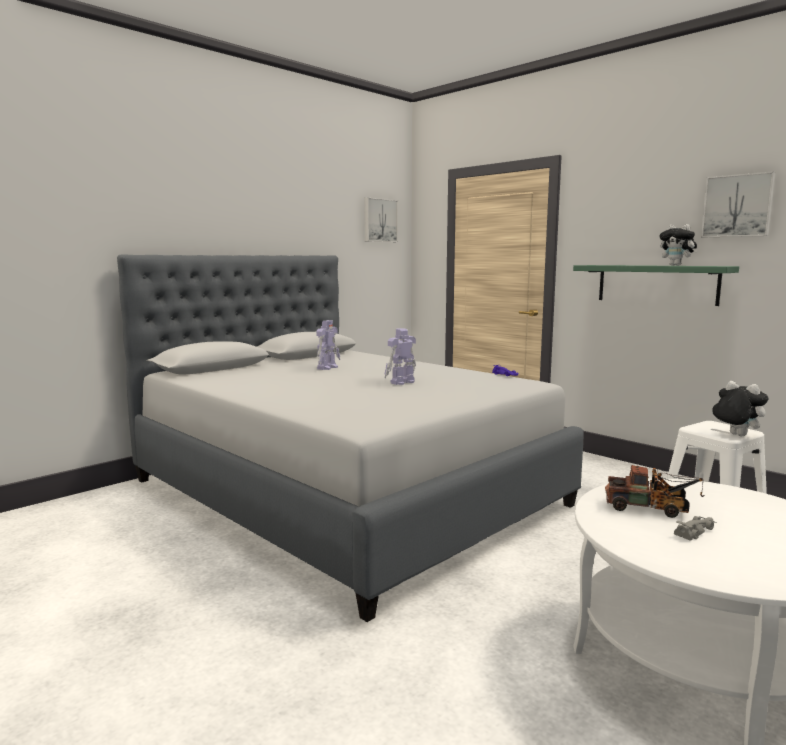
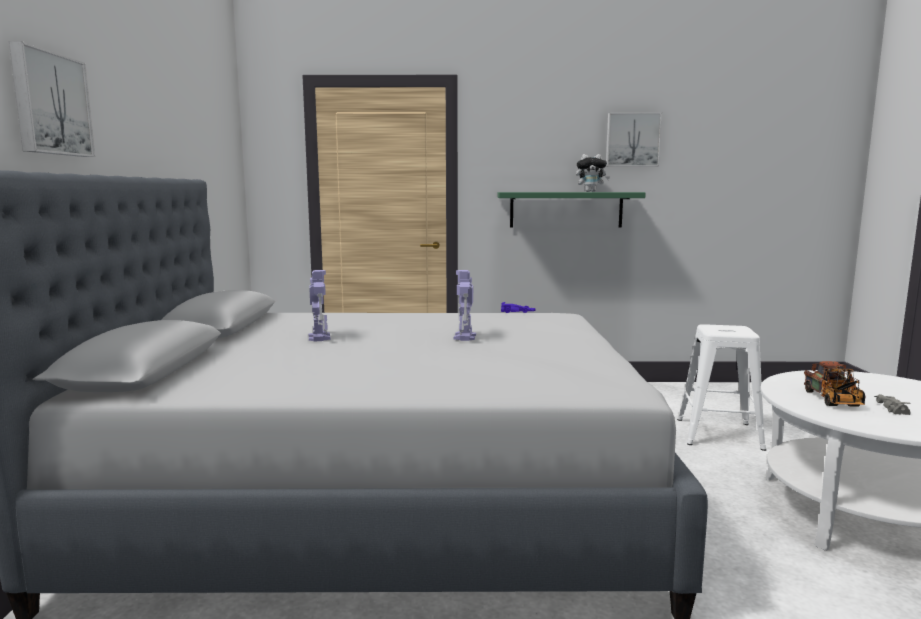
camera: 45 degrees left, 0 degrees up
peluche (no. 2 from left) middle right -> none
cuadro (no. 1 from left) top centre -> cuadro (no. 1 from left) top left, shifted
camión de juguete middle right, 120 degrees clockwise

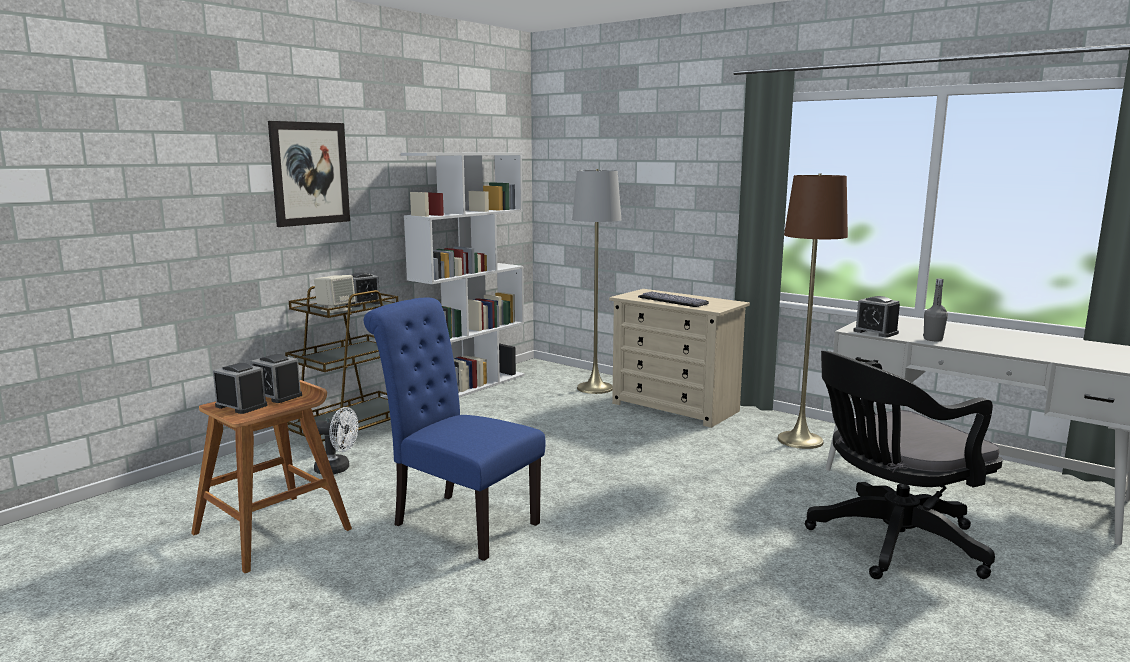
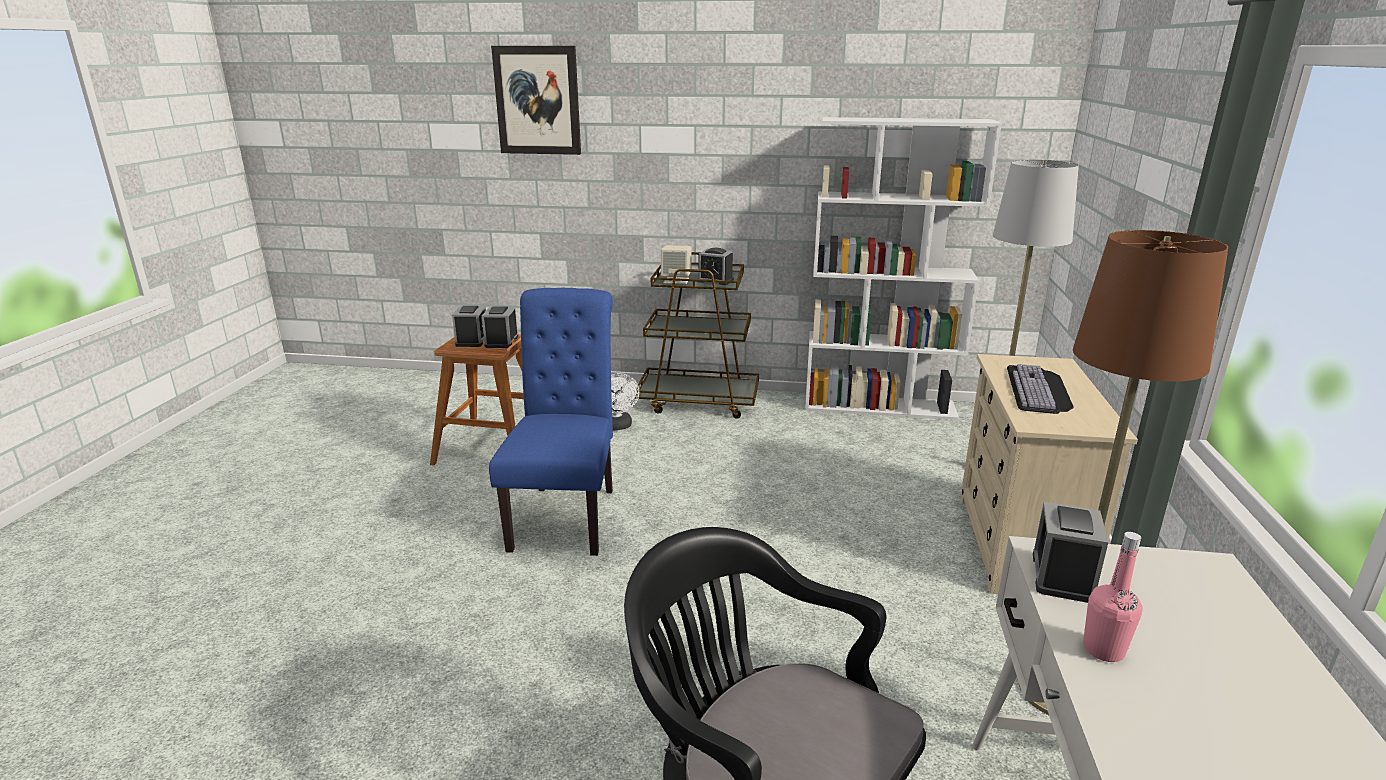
camera: 60 degrees right, 10 degrees up
cuadro top left -> cuadro top centre, shifted
botella [gris] middle right -> botella [rosa] bottom right

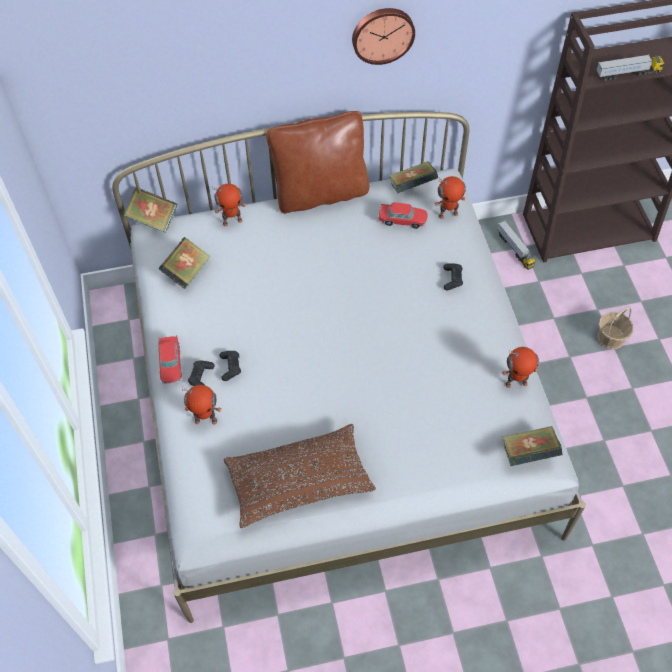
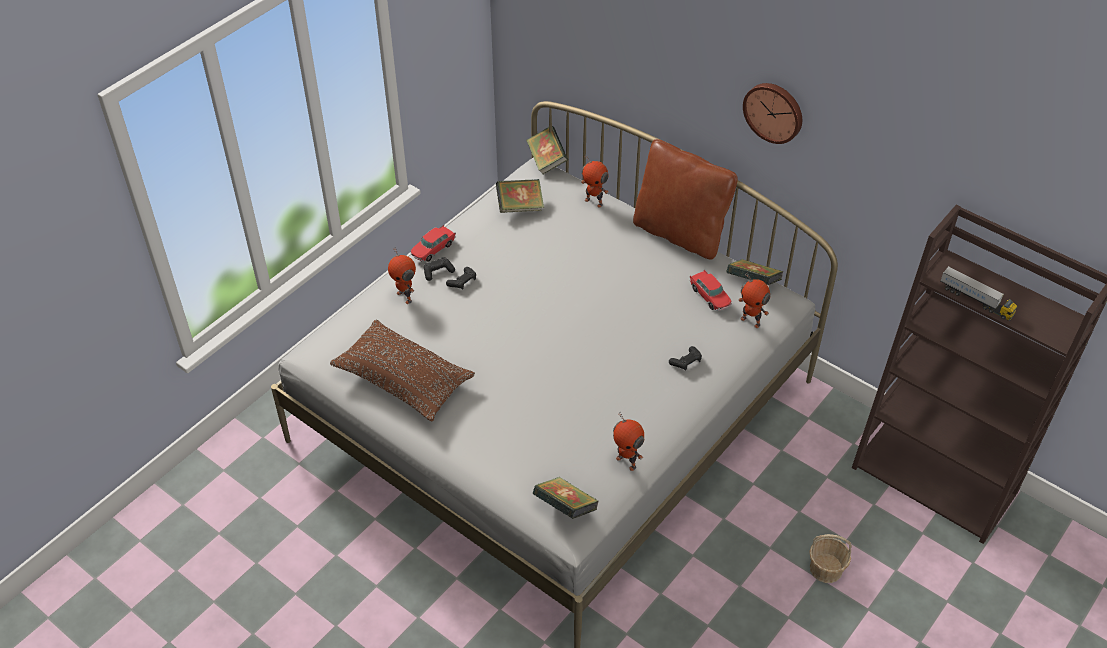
camera: 50 degrees right, 10 degrees down
camión de juguete (no. 1 from left) middle right -> none

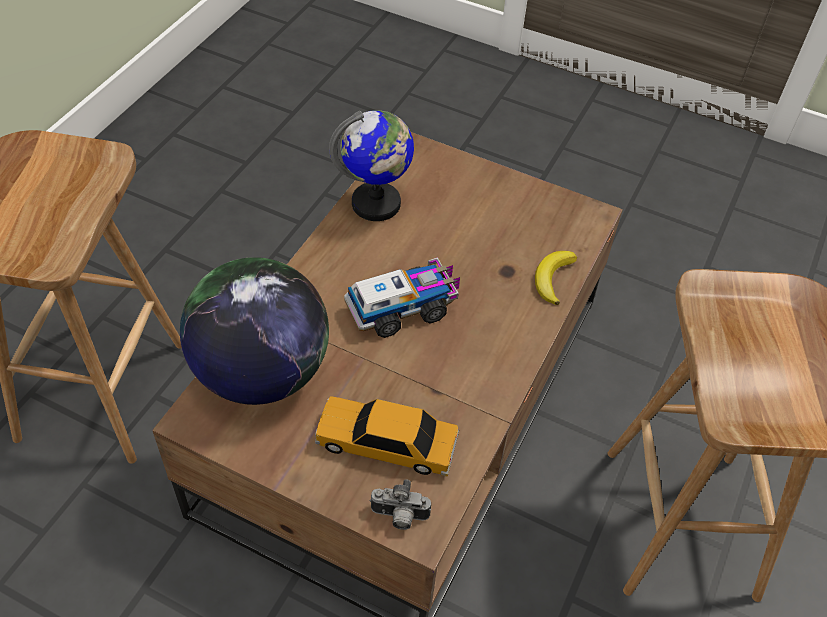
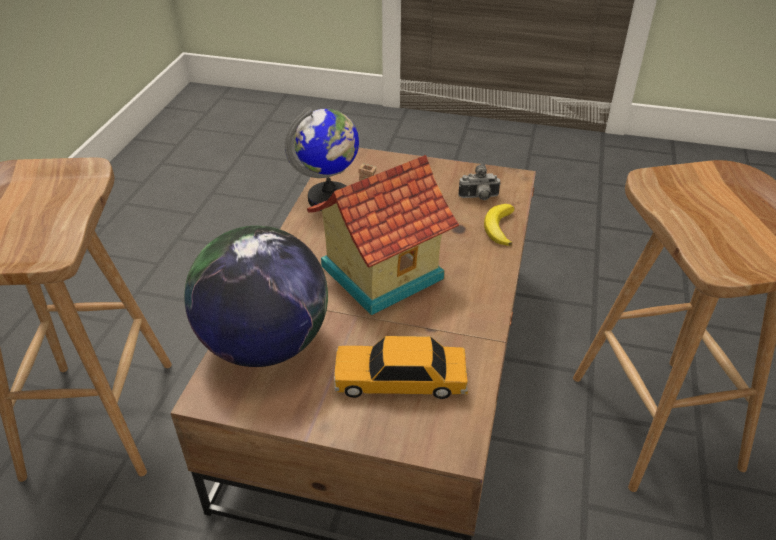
camera: 10 degrees left, 10 degrees down
cámara bottom centre -> cámara centre, shifted
camión de juguete centre -> casita centre

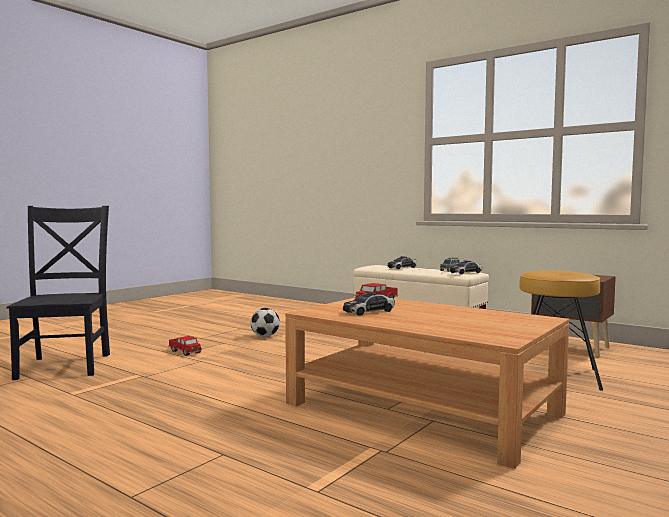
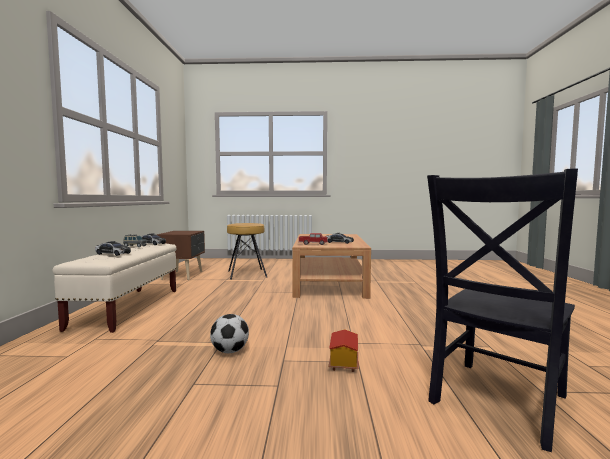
camera: 125 degrees left, 0 degrees up
camión de juguete (no. 1 from left) bottom left -> casita bottom centre

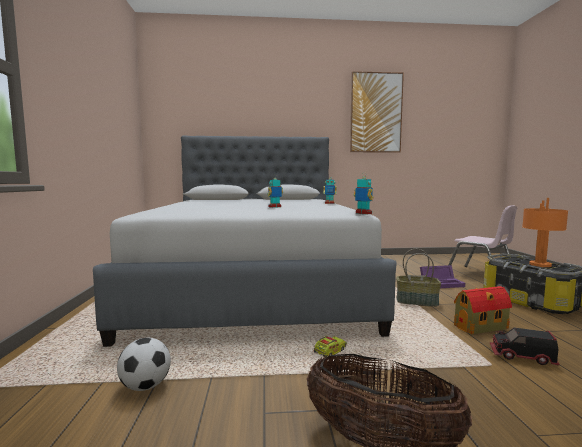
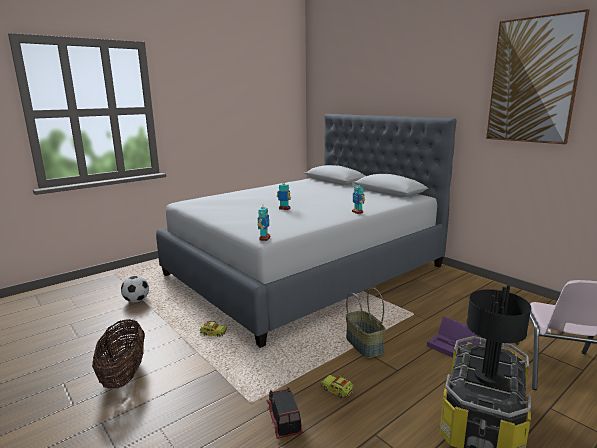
camera: 55 degrees right, 10 degrees up
casita bottom right -> camión de juguete (no. 3 from left) bottom centre
lámpara de mesa [naranja] middle right -> lámpara de mesa [negro] bottom right

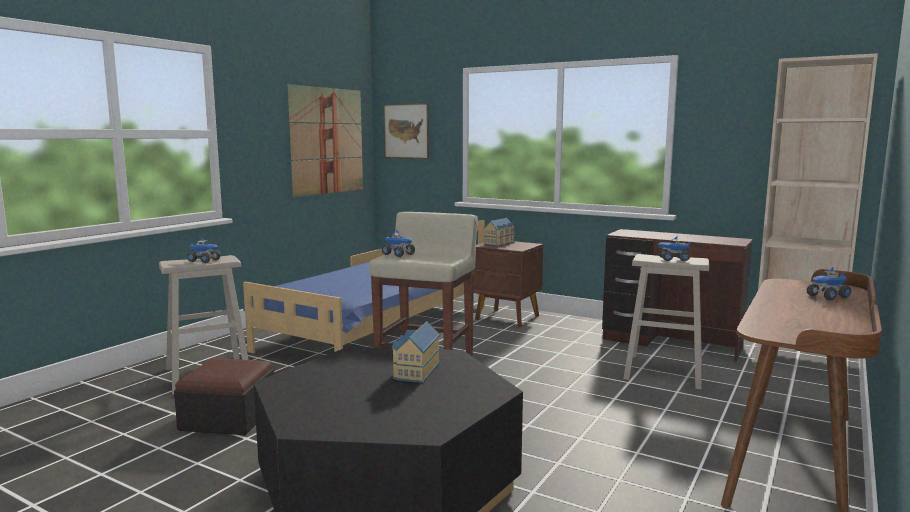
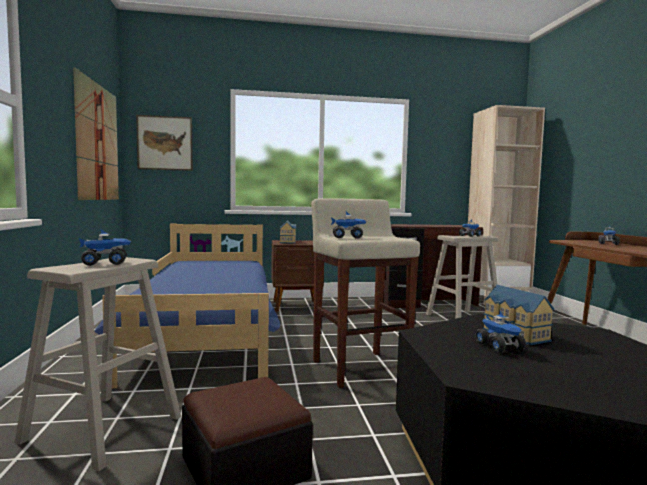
camera: 40 degrees left, 5 degrees down
none -> camión de juguete (no. 4 from left) bottom right

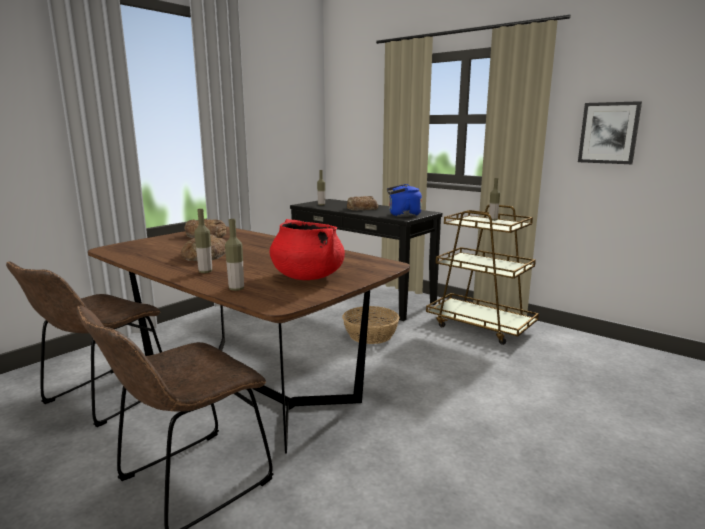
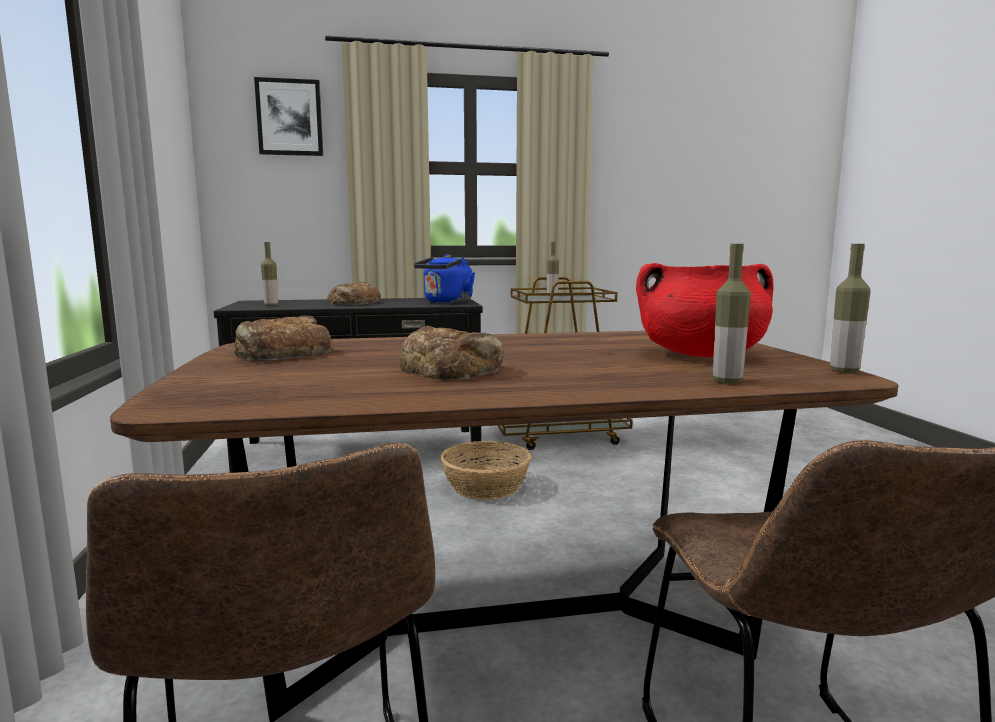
camera: 50 degrees left, 5 degrees down
botella (no. 1 from left in the first image) middle left -> botella (no. 4 from left) middle right, shifted
cuadro top right -> cuadro top left, shifted

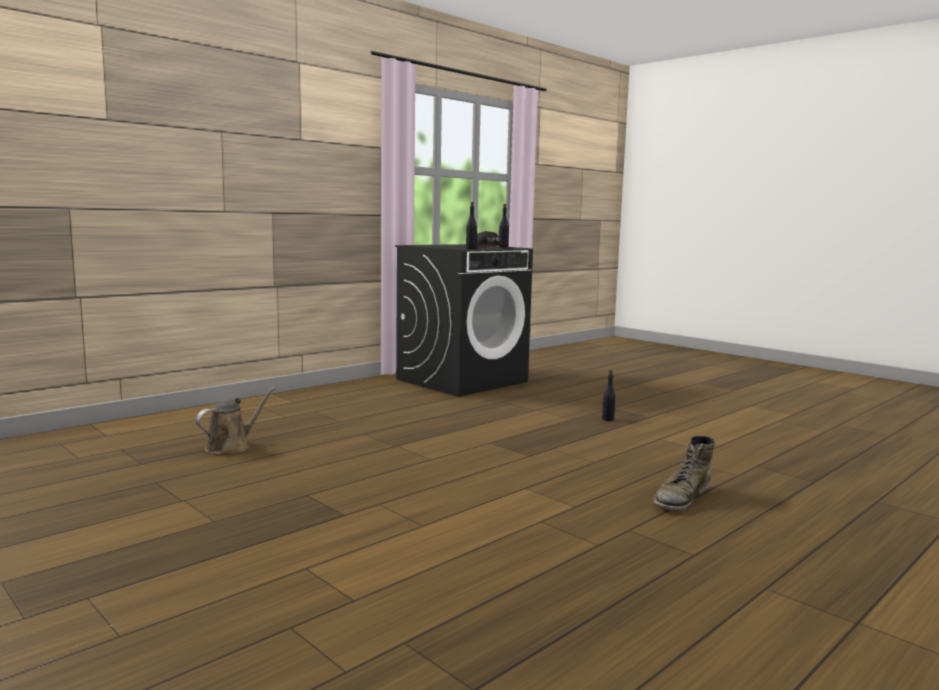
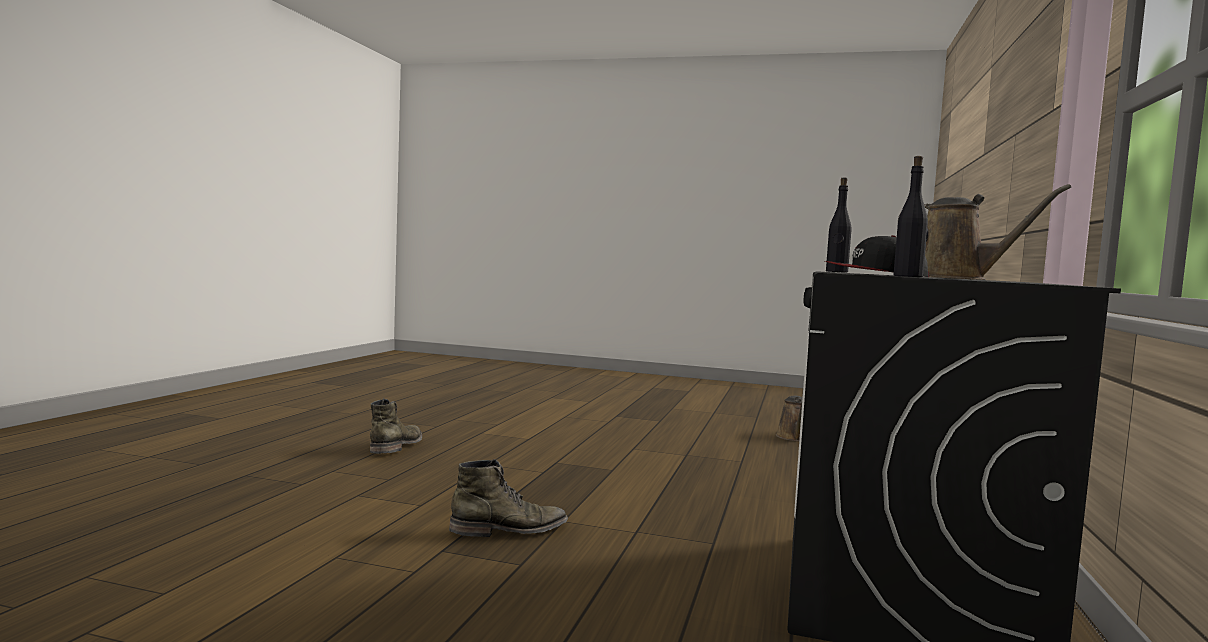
camera: 150 degrees right, 5 degrees down
none -> regadera [marrón] (no. 2 from left) middle right
botella [negro] (no. 3 from left) centre -> bota [verde] (no. 2 from left) bottom centre

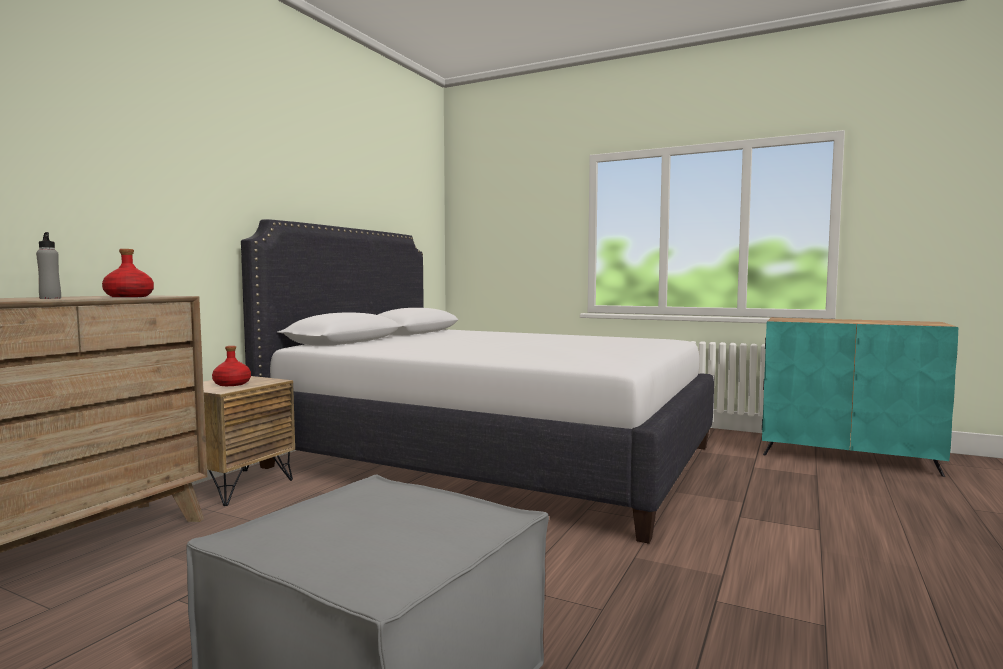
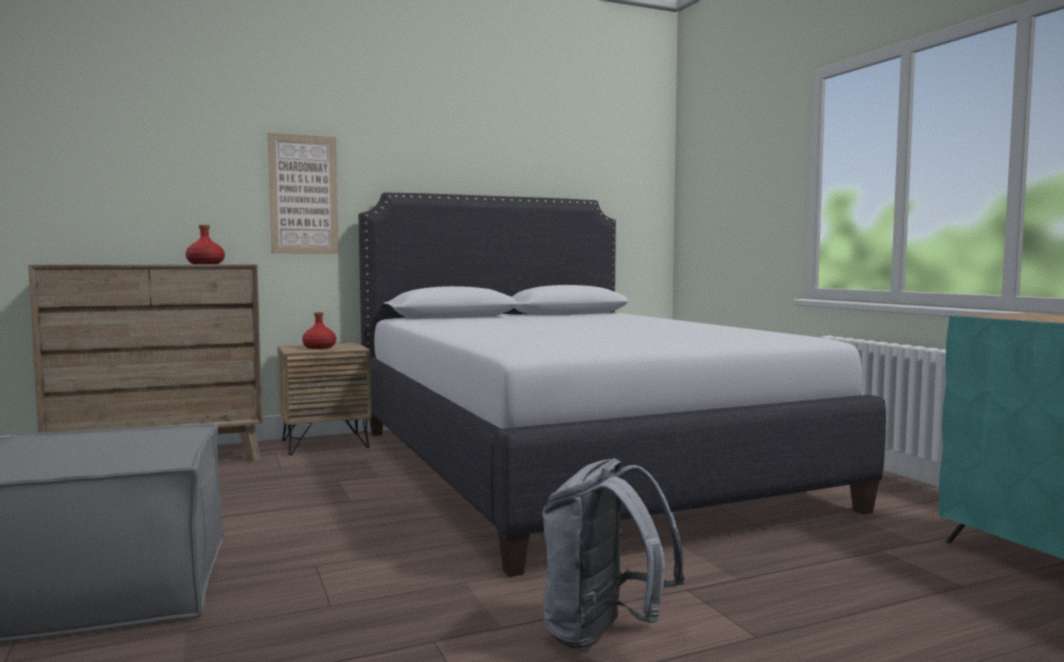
camera: 40 degrees right, 0 degrees up
botella [gris] middle left -> none
none -> cuadro top left
none -> mochila [gris] bottom centre

